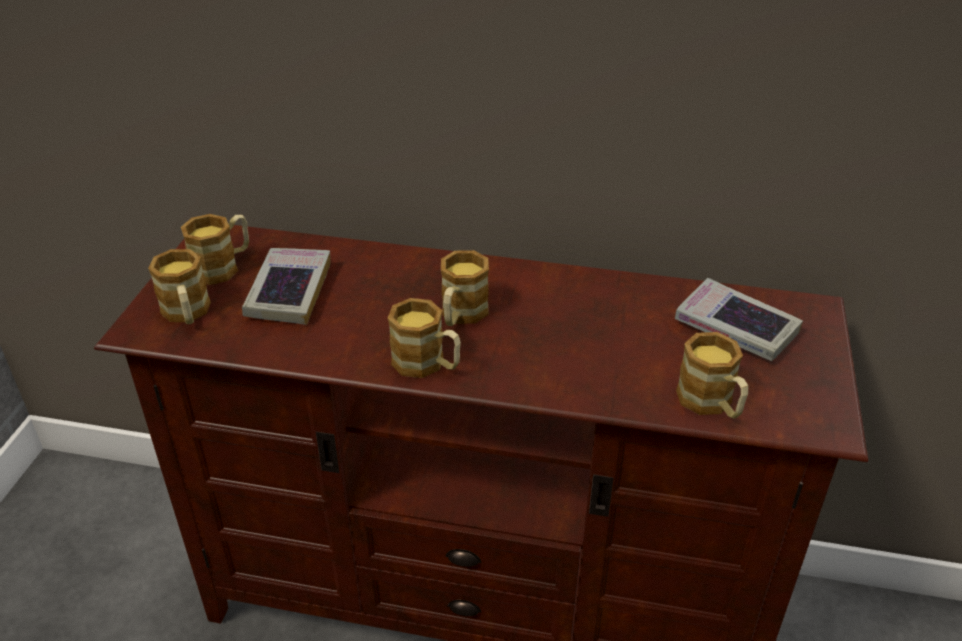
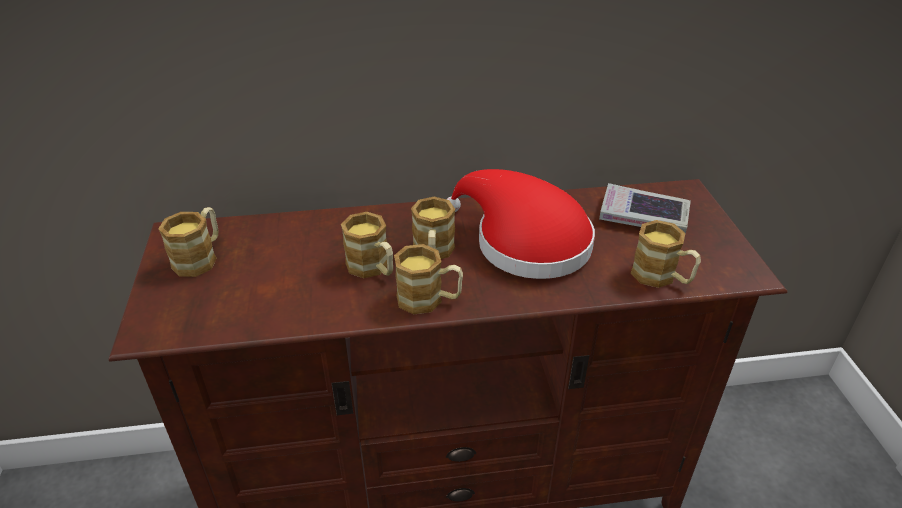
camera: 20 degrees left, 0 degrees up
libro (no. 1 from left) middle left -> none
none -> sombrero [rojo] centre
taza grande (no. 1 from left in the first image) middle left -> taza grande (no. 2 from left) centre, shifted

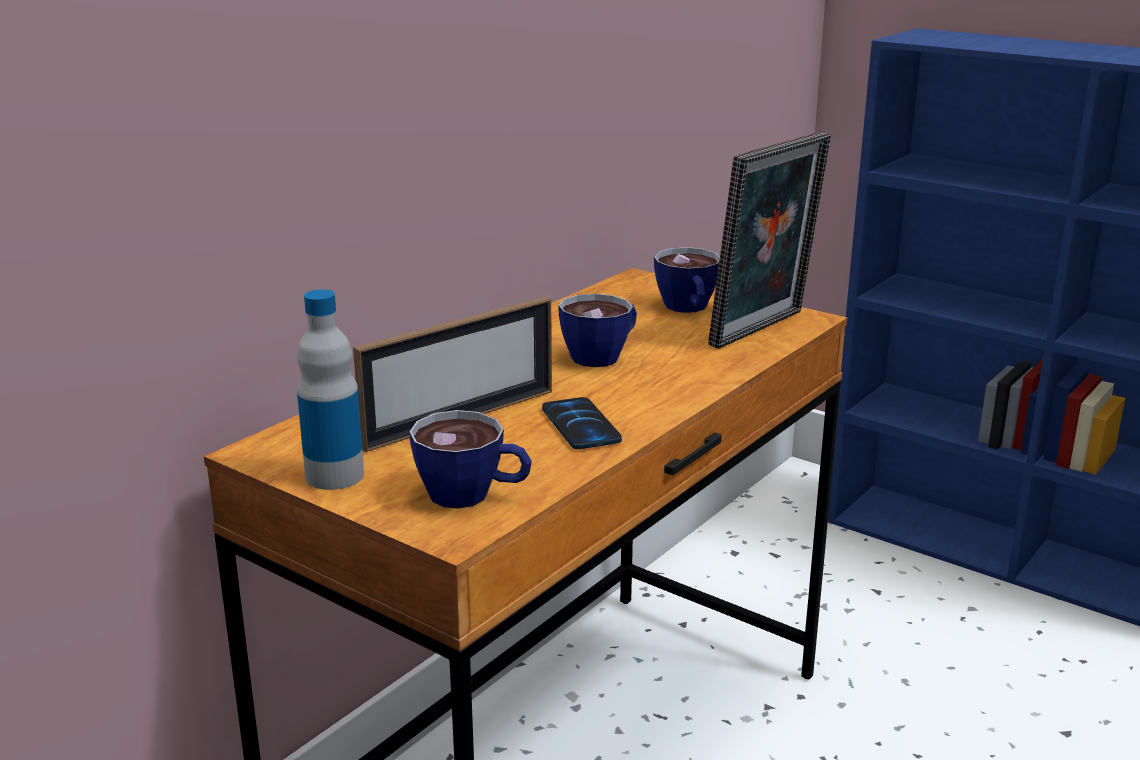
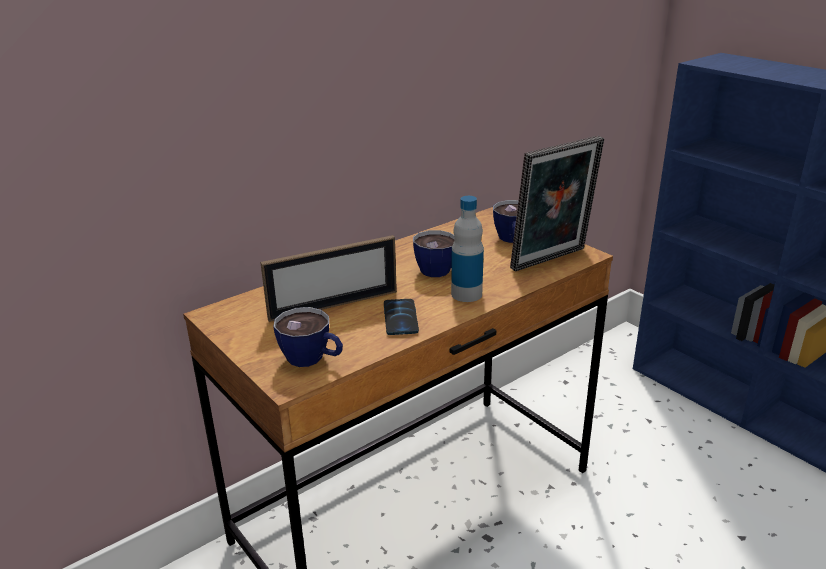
camera: 15 degrees right, 5 degrees up
botella middle left -> botella centre, shifted

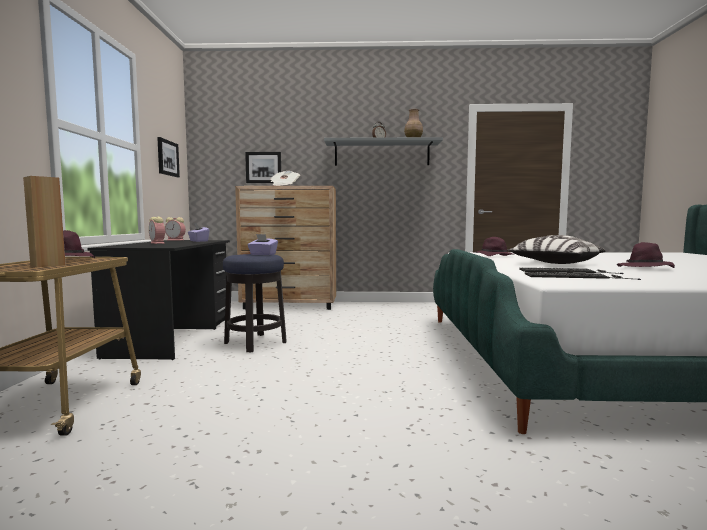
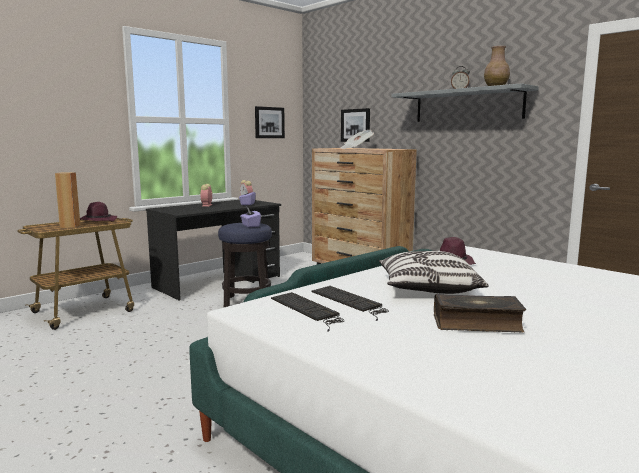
camera: 45 degrees right, 5 degrees up
sombrero [morado] (no. 3 from left) middle right -> libro middle right

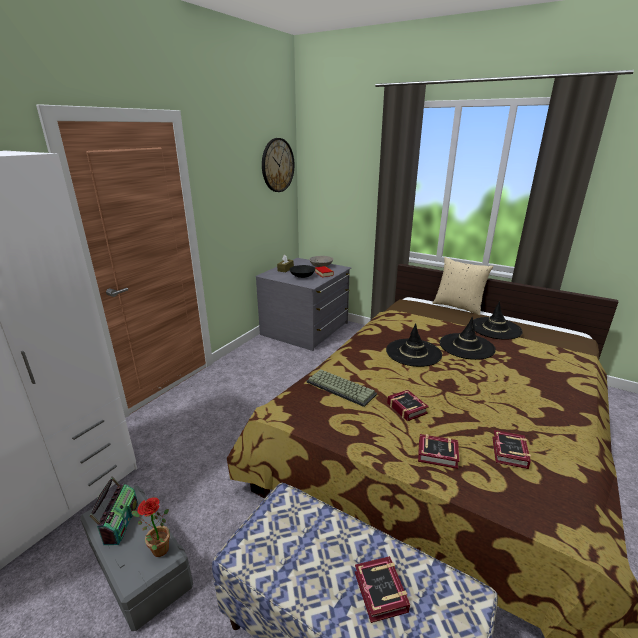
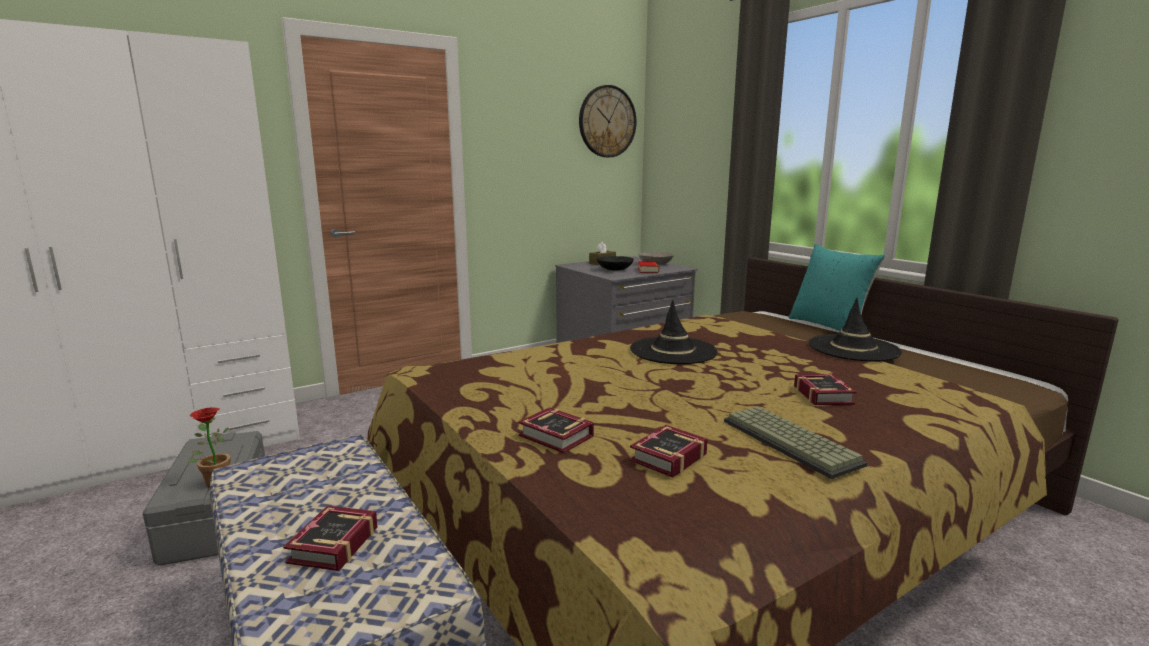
camera: 25 degrees right, 10 degrees down
radio bottom left -> none
sombrero [negro] (no. 2 from left) middle right -> none
teclado centre -> teclado bottom right, shifted
libro (no. 3 from left in the first image) centre -> libro (no. 5 from left) middle right, shifted
cojín [beis] middle right -> cojín [turquesa] middle right

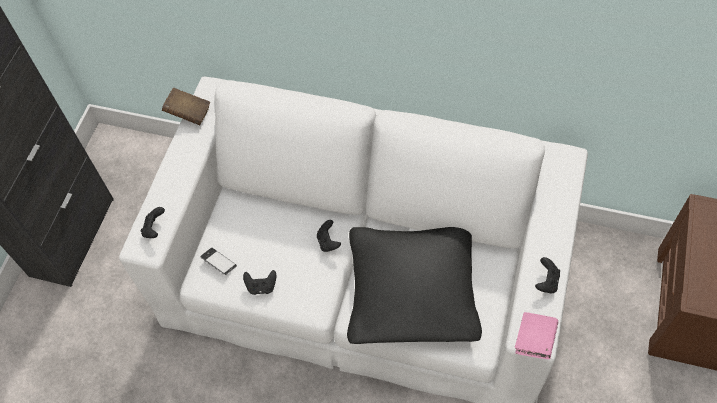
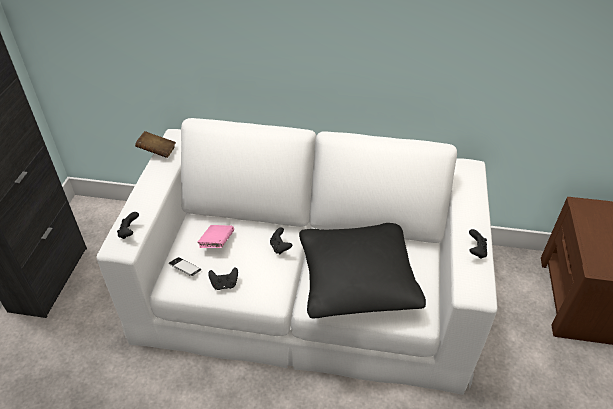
camera: 10 degrees left, 15 degrees down
libro [rosa] bottom right -> libro [rosa] centre, shifted

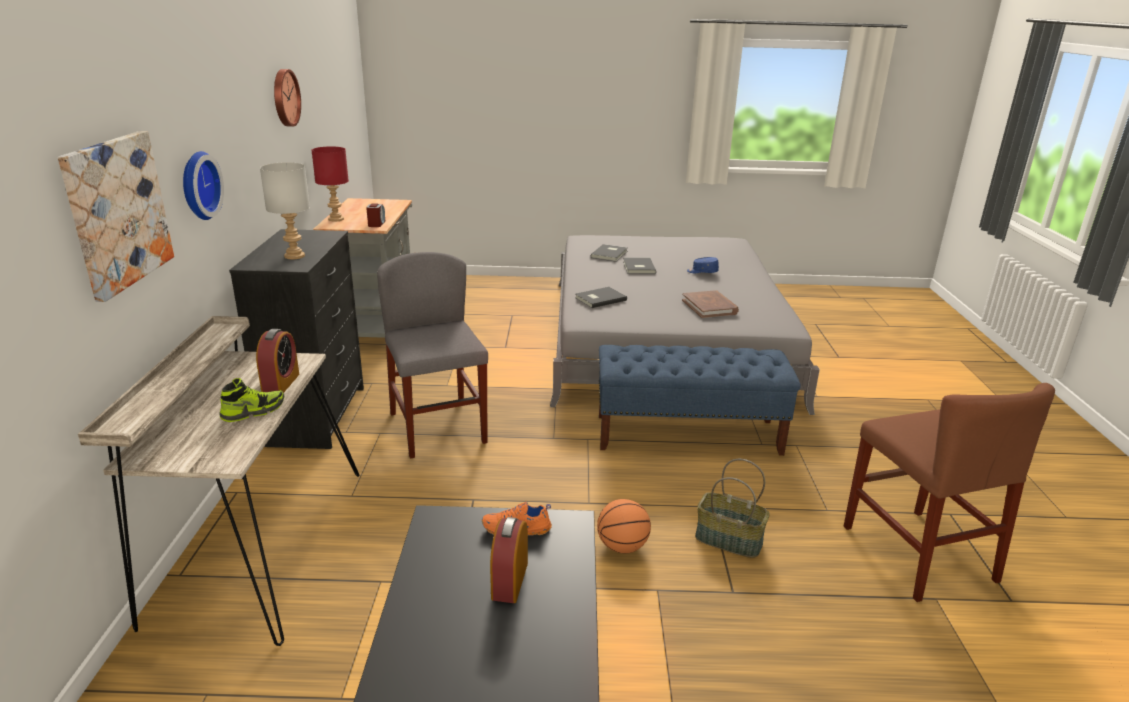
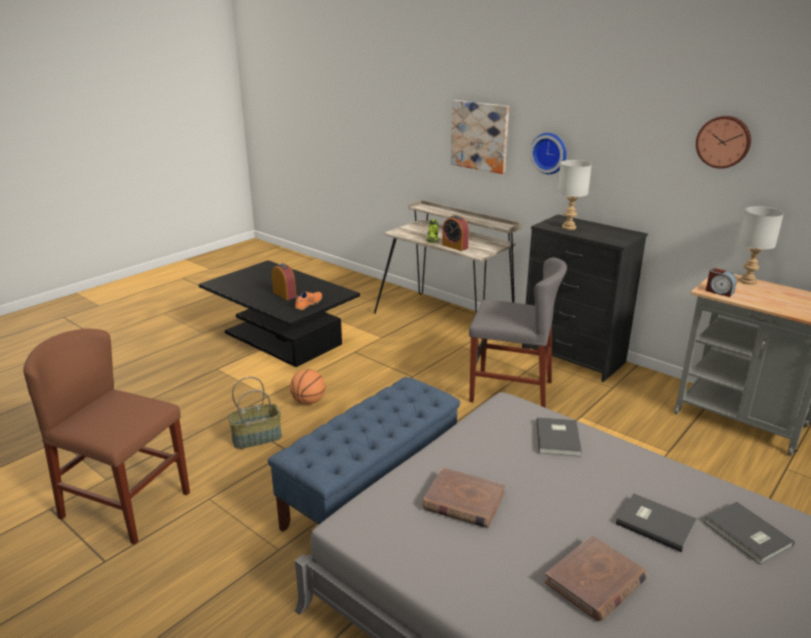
camera: 130 degrees right, 0 degrees up
gorra [azul] centre -> libro [marrón] (no. 2 from left) bottom right
lámpara de mesa [rojo] top left -> lámpara de mesa [gris] (no. 2 from left) middle right

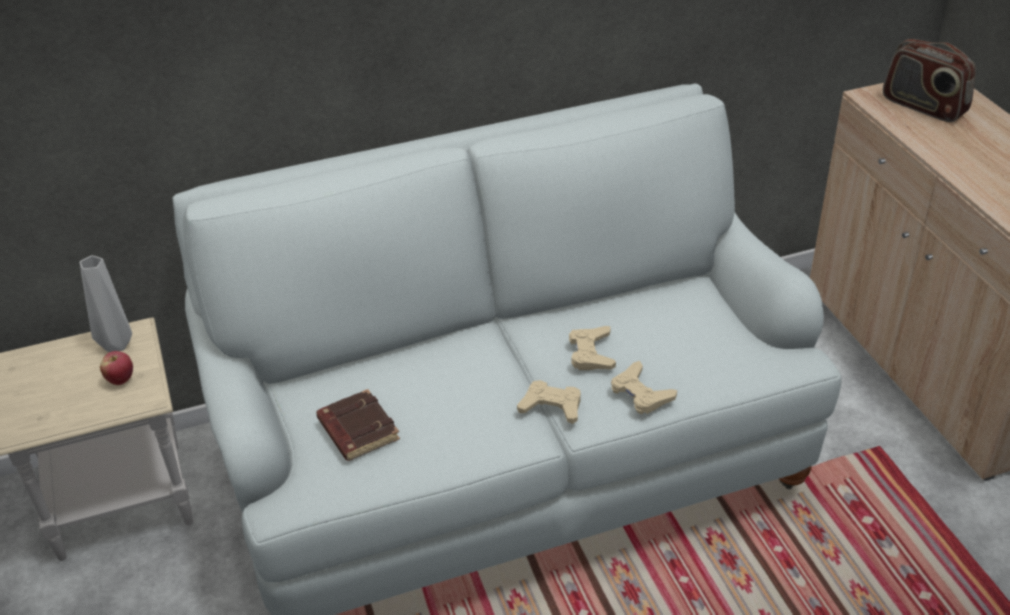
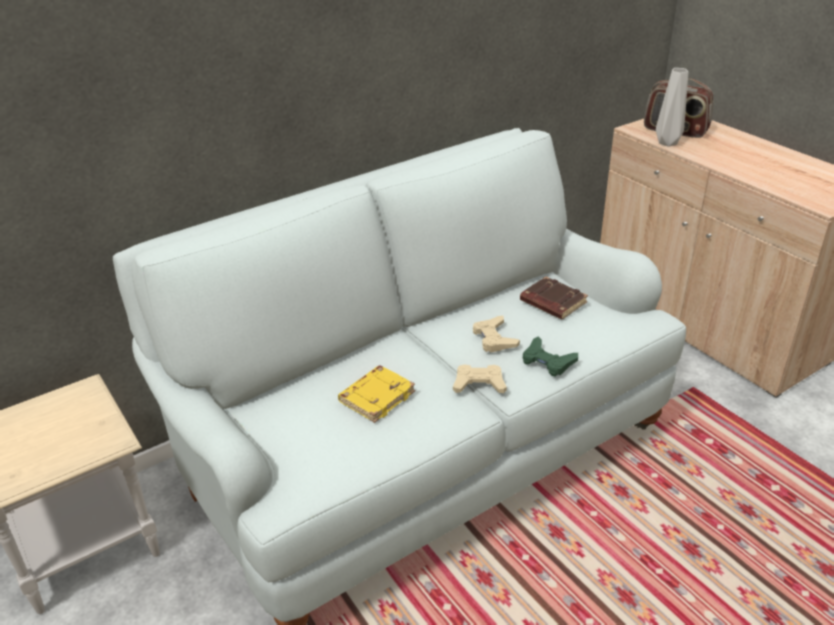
camera: 15 degrees left, 5 degrees down
manzana middle left -> none
none -> libro [amarillo] centre
florero [gris] middle left -> florero [gris] top right, shifted
libro [marrón] bottom centre -> libro [marrón] centre, shifted
mando de consola [beis] (no. 3 from left) centre -> mando de consola [verde] centre

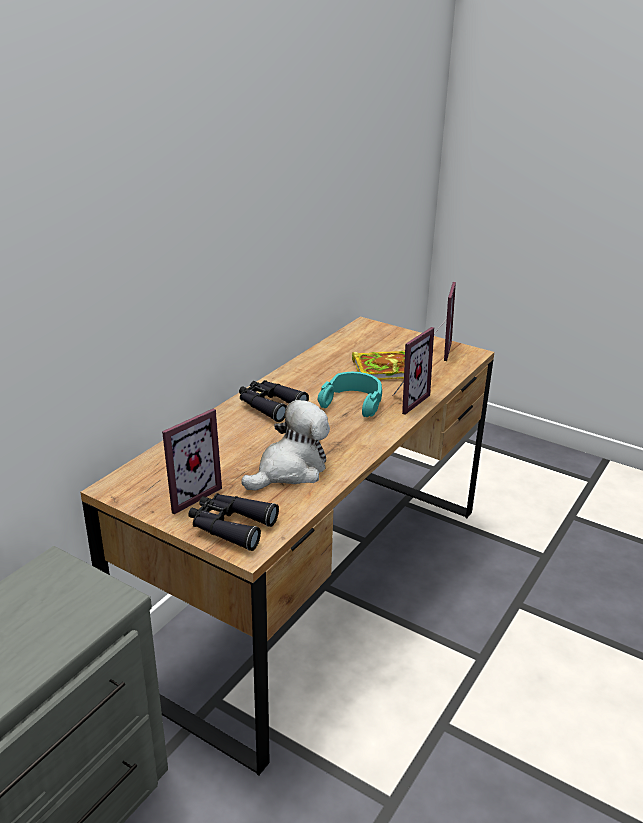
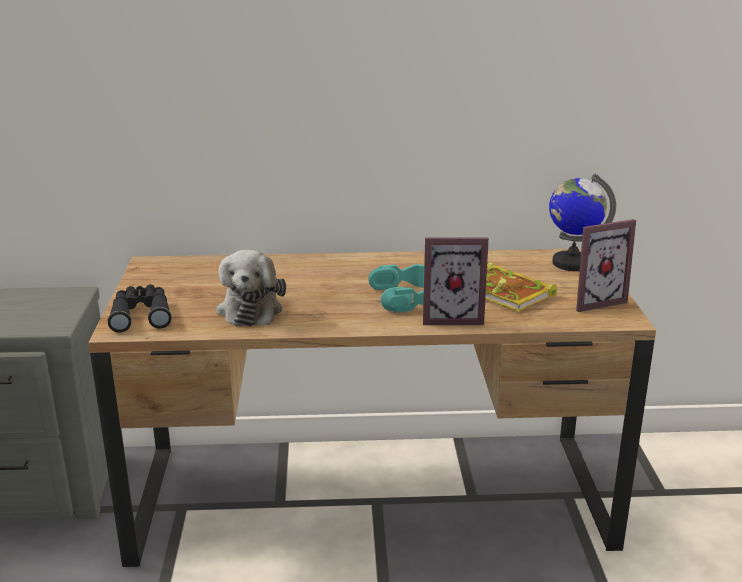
camera: 55 degrees right, 5 degrees down
portarretratos (no. 1 from left) middle left -> none
prismáticos [negro] (no. 2 from left) centre -> none
none -> globo terráqueo middle right
peluche centre, 75 degrees clockwise

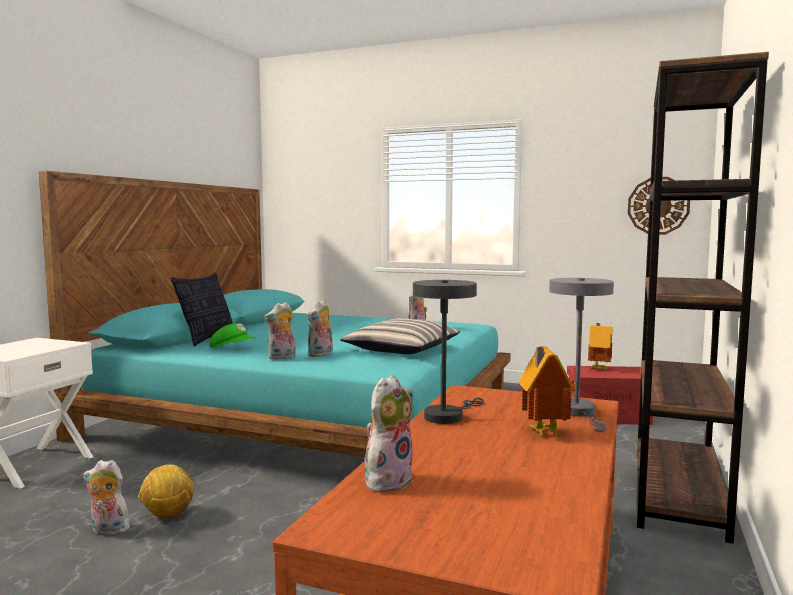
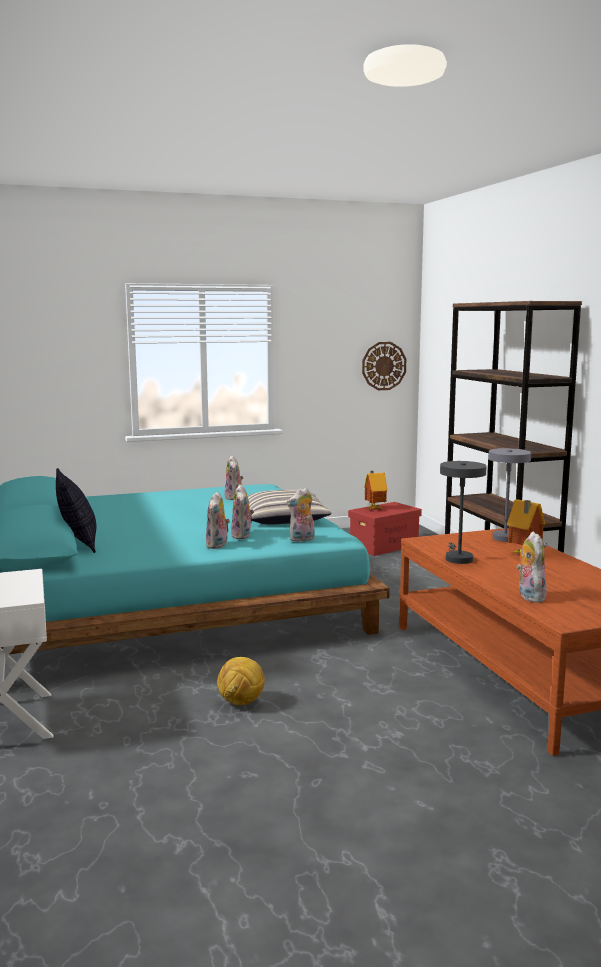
camera: 40 degrees left, 5 degrees up
gorra [verde] middle left -> none
peluche (no. 1 from left in the first image) bottom left -> peluche (no. 4 from left) centre, shifted

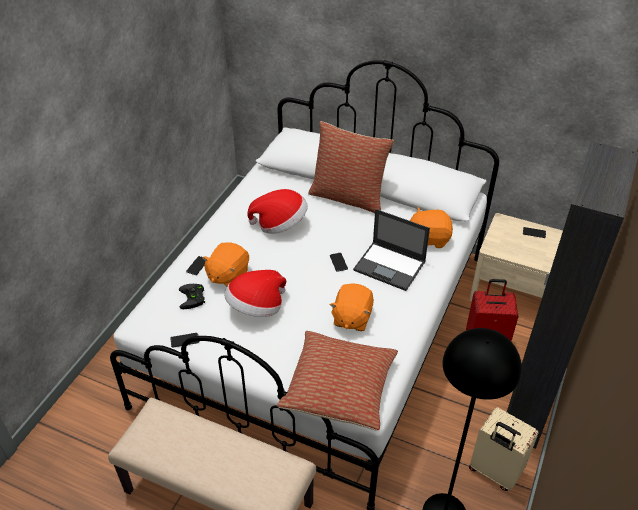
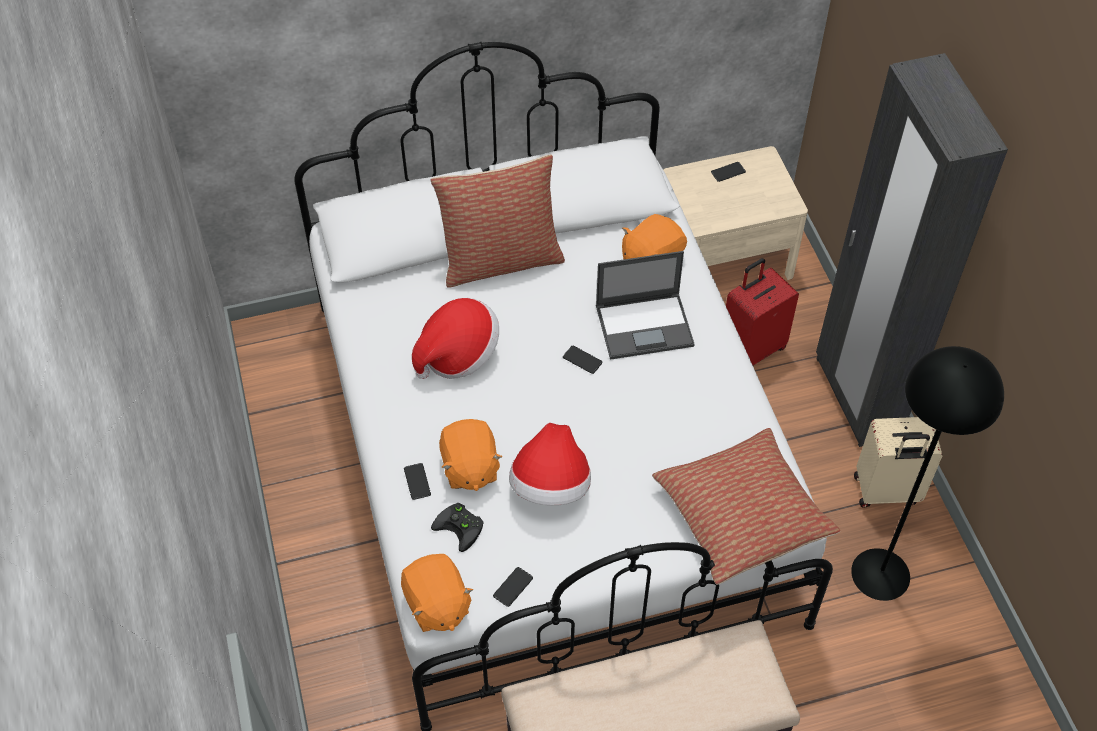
camera: 40 degrees left, 10 degrees up
peluche [naranja] (no. 2 from left in the first image) centre -> peluche [naranja] (no. 1 from left) bottom centre, shifted

